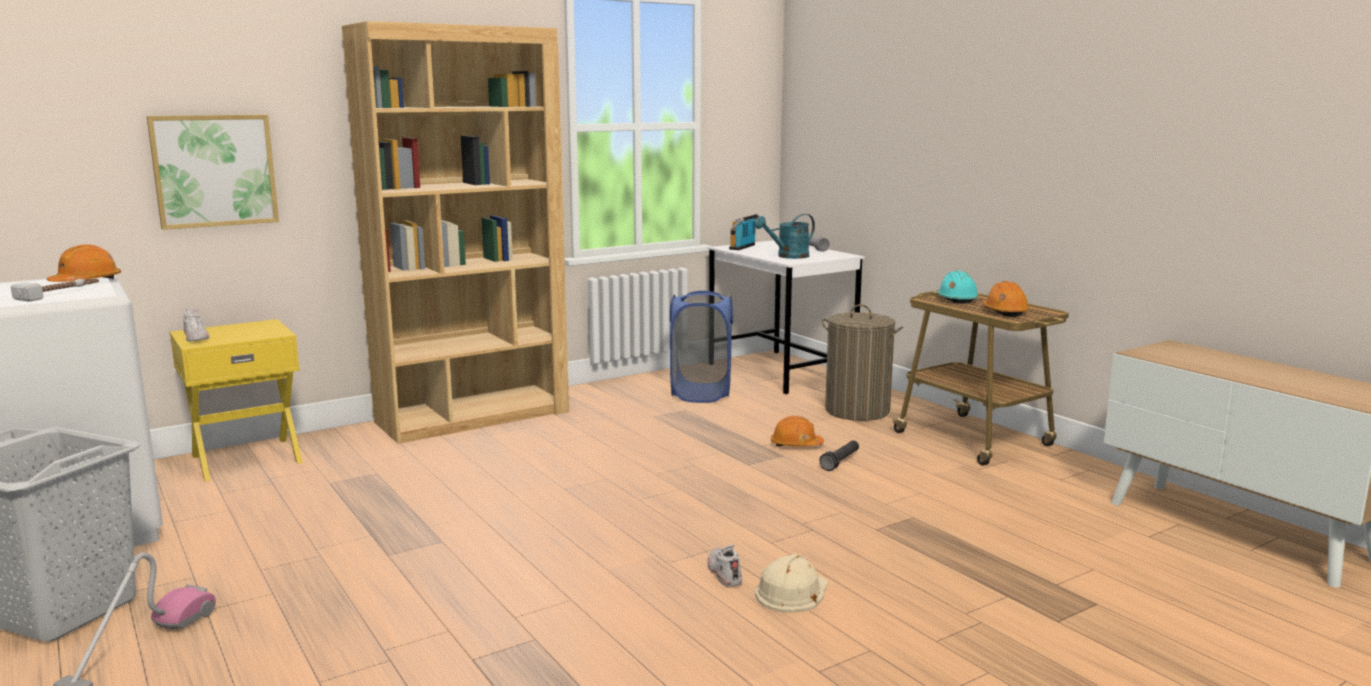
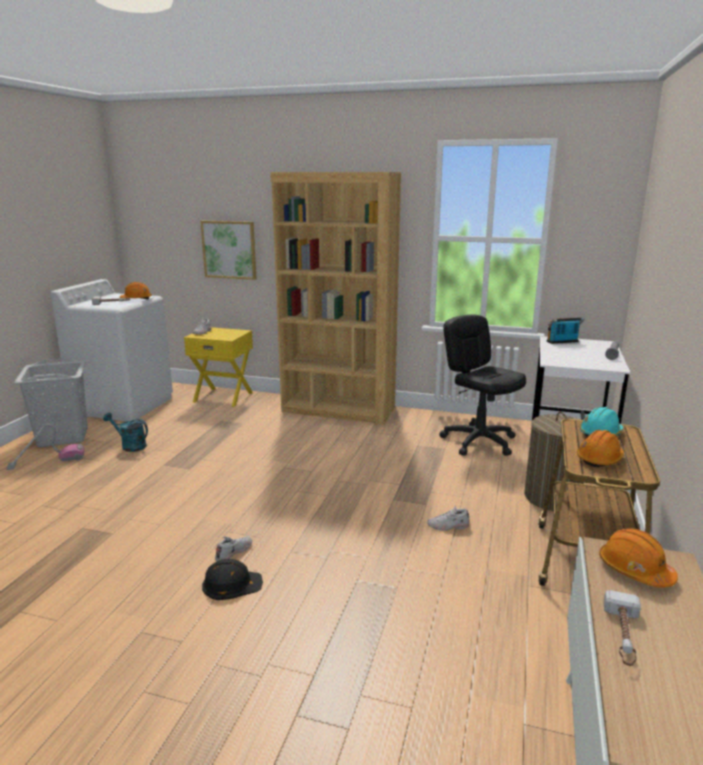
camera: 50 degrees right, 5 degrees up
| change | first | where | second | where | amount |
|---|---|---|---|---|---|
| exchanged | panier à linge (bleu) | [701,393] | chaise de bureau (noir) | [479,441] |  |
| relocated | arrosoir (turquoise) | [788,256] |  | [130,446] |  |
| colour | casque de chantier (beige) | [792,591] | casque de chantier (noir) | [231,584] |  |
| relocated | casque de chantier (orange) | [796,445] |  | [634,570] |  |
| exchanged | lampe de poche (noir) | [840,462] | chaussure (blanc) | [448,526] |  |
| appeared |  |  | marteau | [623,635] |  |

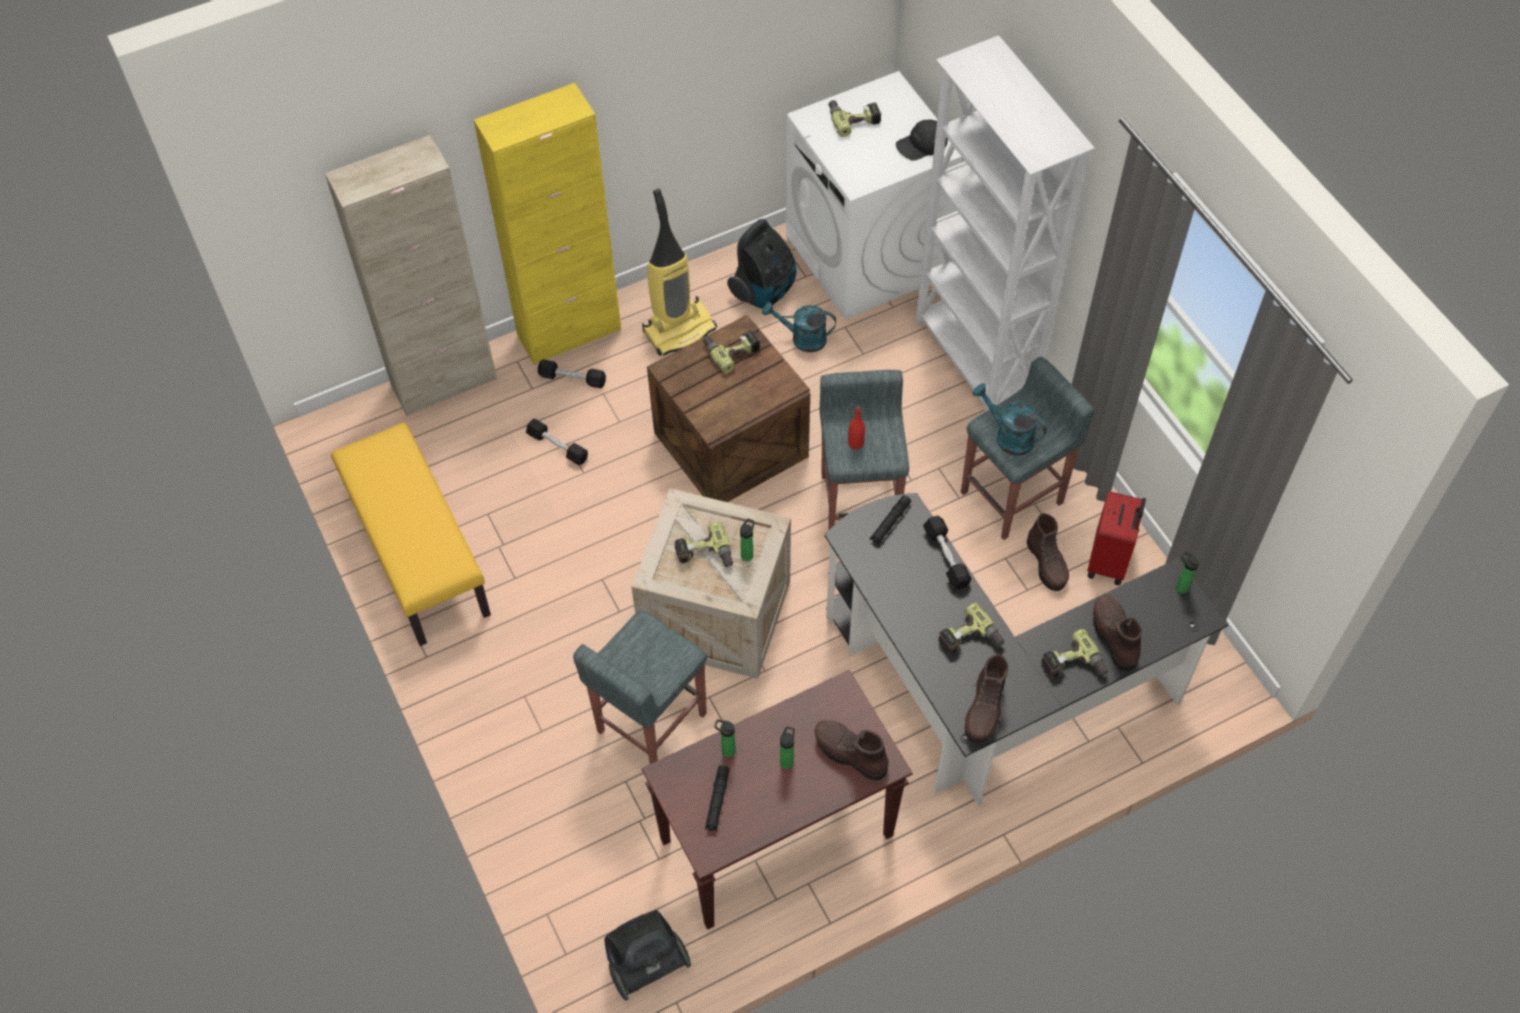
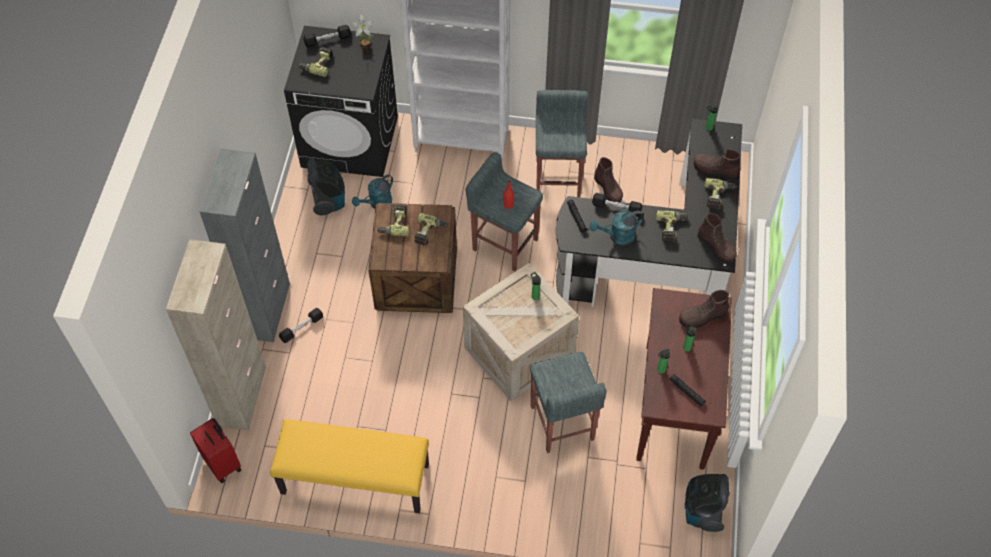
camera: 55 degrees left, 0 degrees up
| change | first | where | second | where | amount |
|---|---|---|---|---|---|
| colour | meuble de rangement (jaune) | [569,332] | meuble de rangement (gris) | [267,310] |  |
| relocated | haltère (noir) | [557,446] |  | [327,40] |  |
| missing | aspirateur | [679,329] |  |  |  |
| relocated | perceuse | [704,555] |  | [430,233] |  |
| colour | lave-linge (blanc) | [866,257] | lave-linge (noir) | [350,141] |  |
| exchanged | casquette (noir) | [921,144] | plante en pot | [364,47] |  |
| relocated | arrosoir (turquoise) | [1008,436] |  | [617,236] |  |
| spun | botte (marron) | [1046,564] |  | [608,189] | 45 degrees clockwise |
| relocated | valise (rouge) | [1109,561] |  | [223,463] |  |

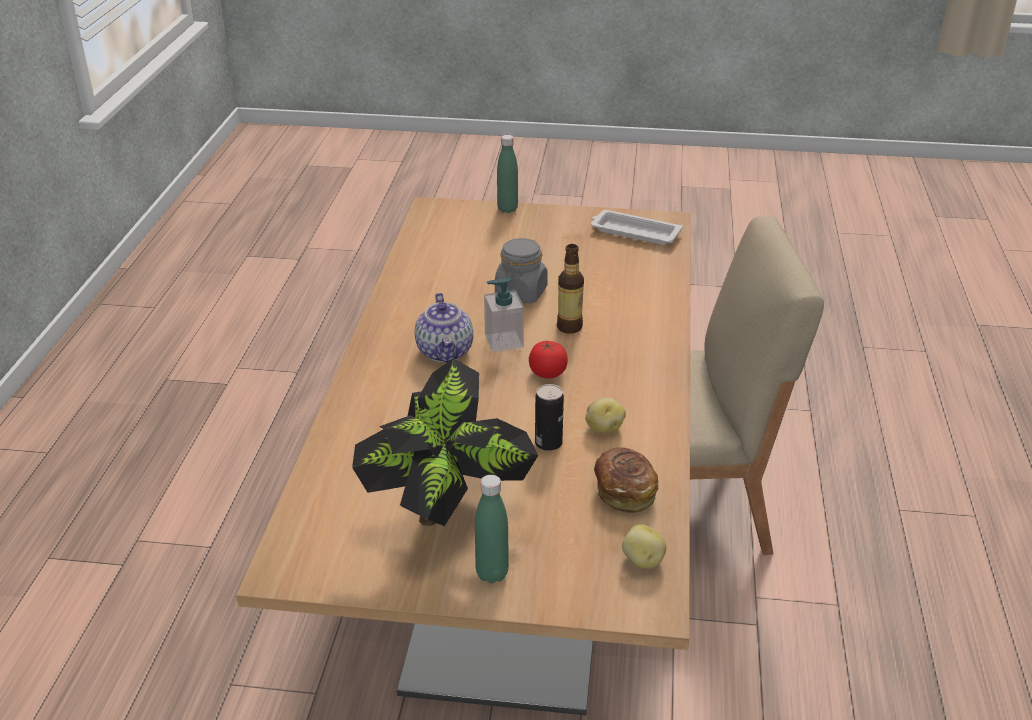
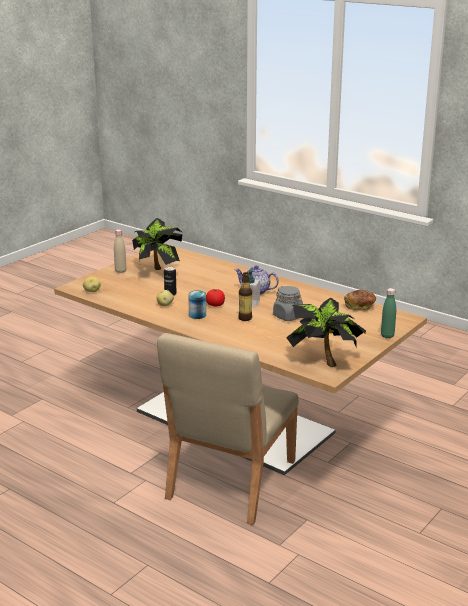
camera: 120 degrees right, 10 degrees down
| change | first | where | second | where | amount |
|---|---|---|---|---|---|
| colour | bouteille (vert) | [492,573] | bouteille (beige) | [120,271] |  |
| exchanged | plateau (blanc) | [634,232] | plante en pot | [324,361] |  |
| relocated | pain | [624,492] |  | [360,307] |  |
| appeared |  |  | boîte métallique | [197,315] |  |

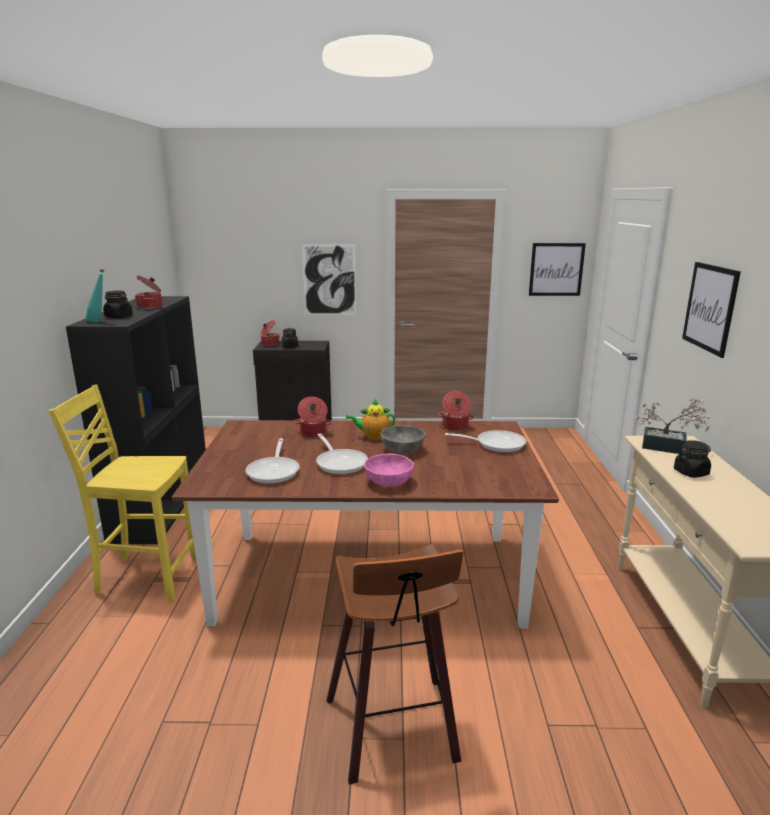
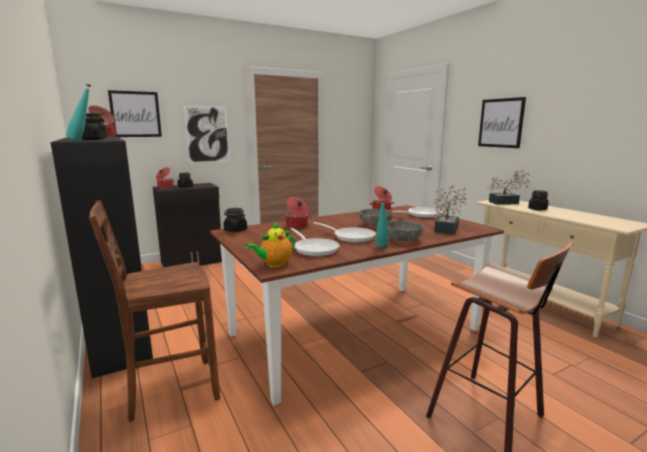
camera: 30 degrees left, 5 degrees down
| change | first | where | second | where | amount |
|---|---|---|---|---|---|
| colour | chaise (jaune) | [146,577] | chaise (marron) | [169,390] |  |
| relocated | théière | [373,436] |  | [274,264] |  |
| colour | bol (rose) | [388,482] | bol (gris) | [403,240] |  |
| relocated | tableau | [556,269] |  | [135,114] |  |
| appeared |  |  | bocal (noir) | [235,230] |  |
| appeared |  |  | bouteille (turquoise) | [381,247] |  |
| appeared |  |  | plante en pot | [447,228] |  |

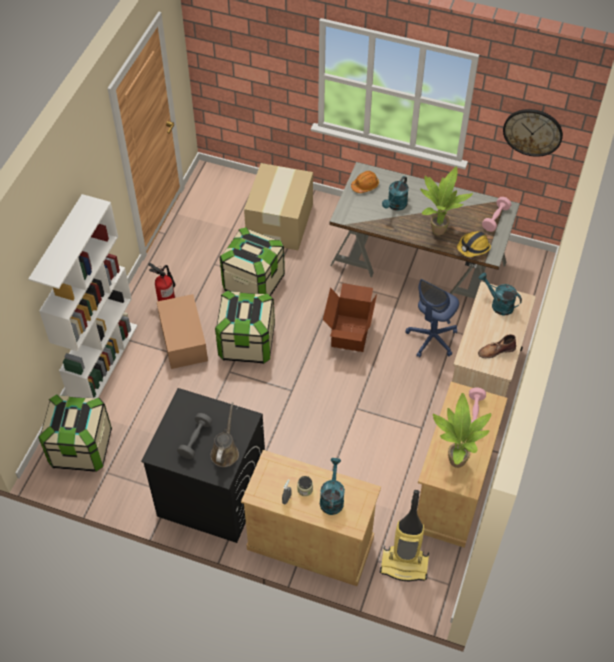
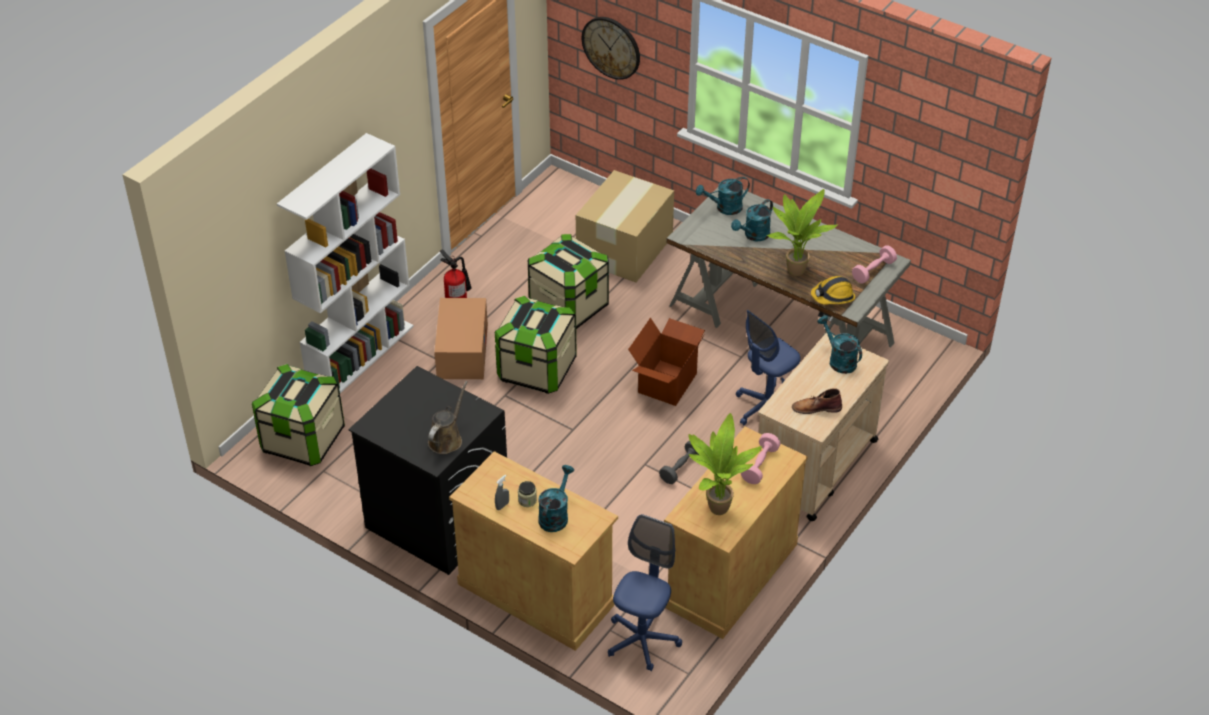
camera: 15 degrees right, 10 degrees down
| change | first | where | second | where | amount |
|---|---|---|---|---|---|
| relocated | haltère (gris) | [195,440] |  | [680,468] |  |
| exchanged | casque de chantier (orange) | [365,185] | arrosoir (turquoise) | [724,208] |  |
| exchanged | aspirateur | [405,564] | chaise de bureau (bleu) | [642,640] |  |
| relocated | horloge murale | [532,132] |  | [611,47] |  |

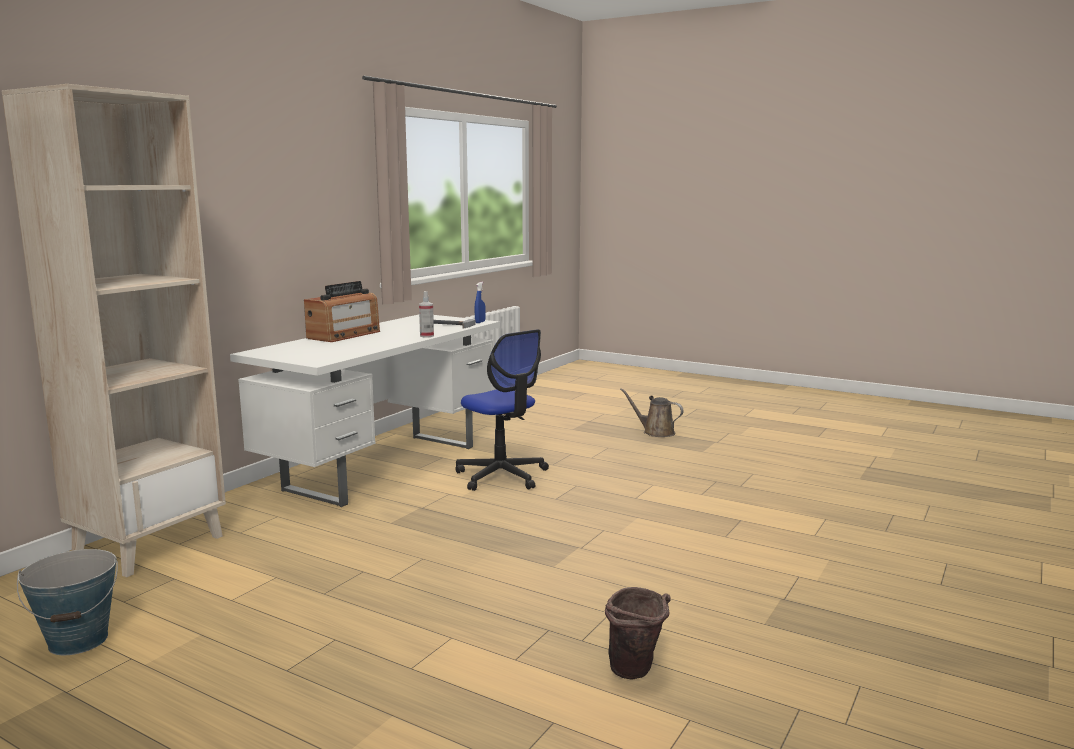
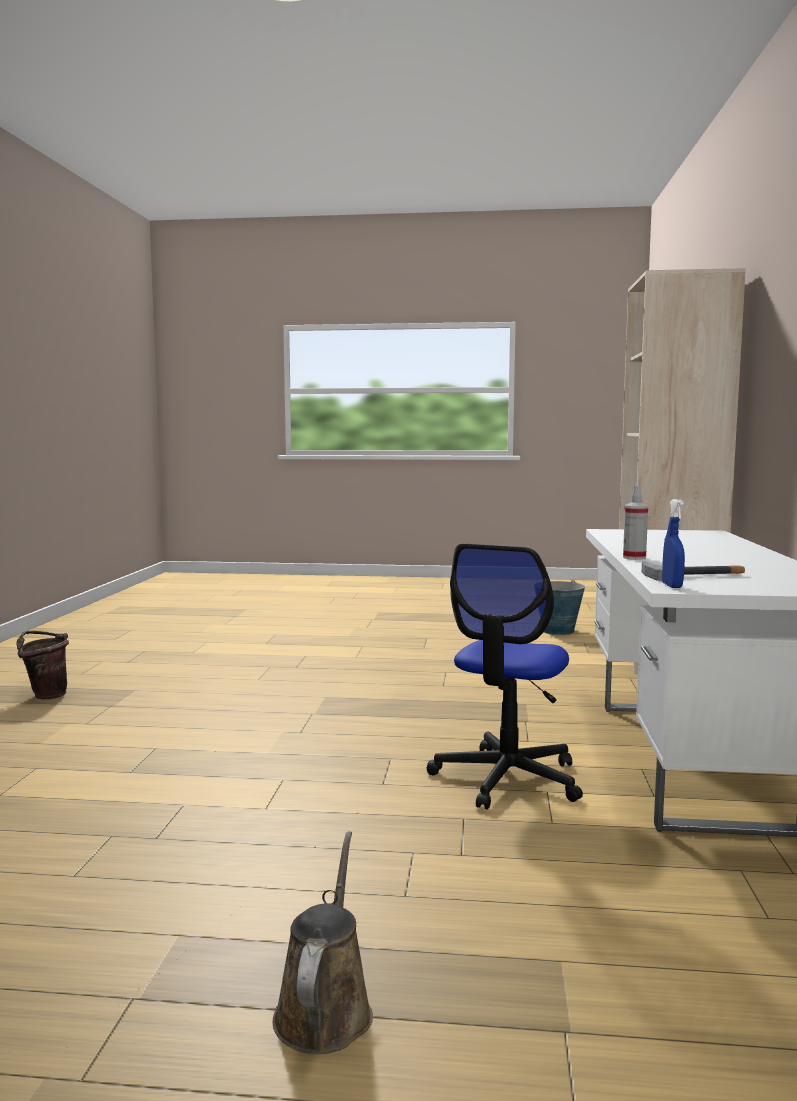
camera: 155 degrees right, 5 degrees down
| change | first | where | second | where | amount |
|---|---|---|---|---|---|
| missing | radio | [344,335] |  |  |  |
| spun | chaise de bureau | [502,476] |  | [507,778] | 90 degrees counterclockwise |
| relocated | seau (marron) | [636,673] |  | [45,695] |  |
| spun | arrosoir (marron) | [655,432] |  | [325,1009] | 90 degrees counterclockwise |

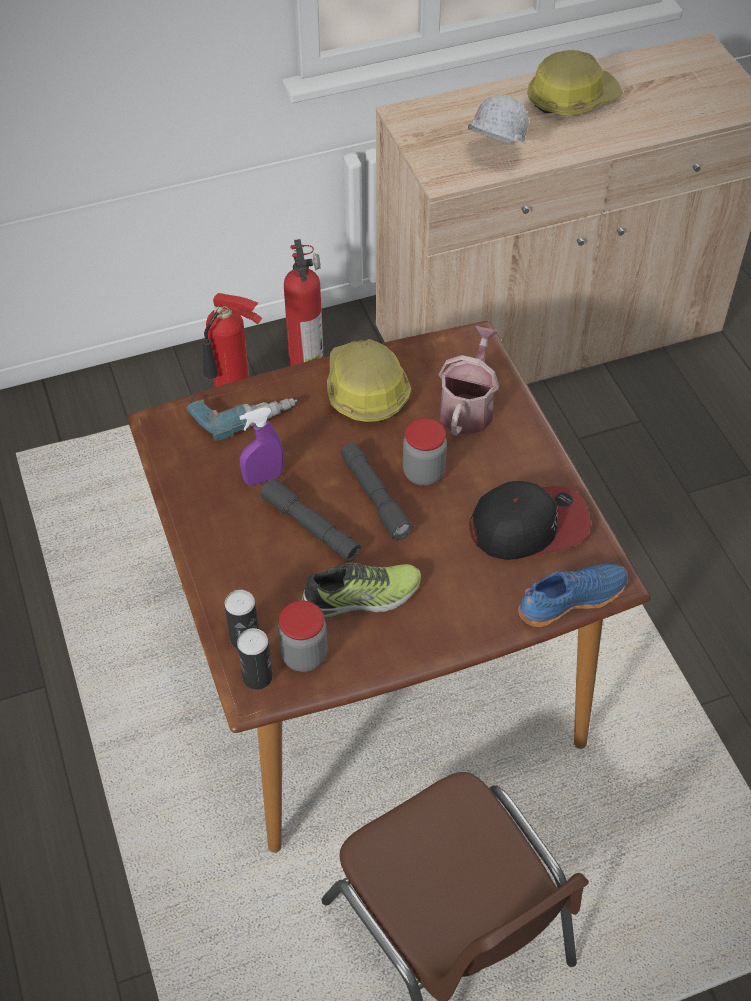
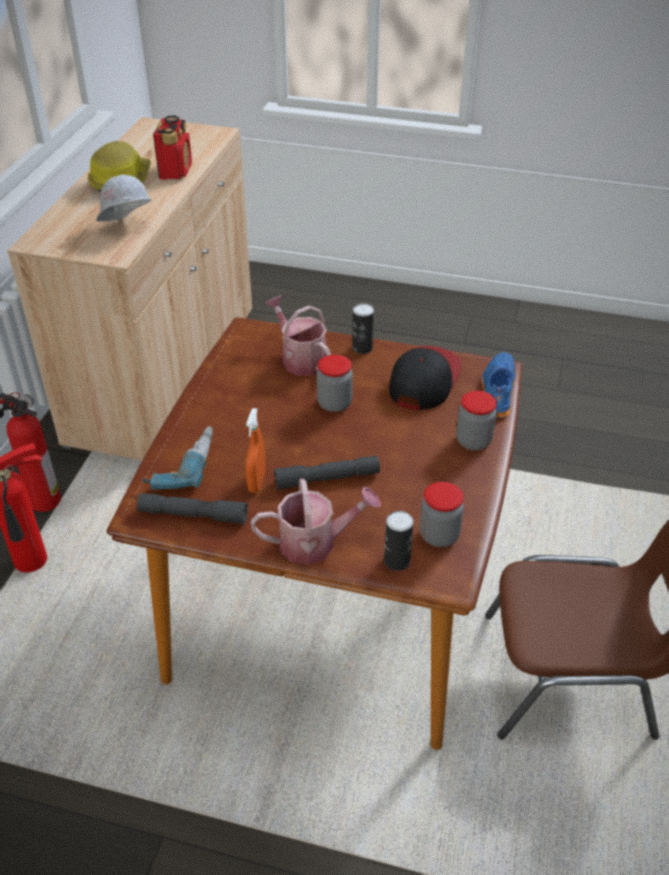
camera: 55 degrees left, 10 degrees down
| change | first | where | second | where | amount |
|---|---|---|---|---|---|
| relocated | boîte métallique | [257,677] |  | [362,348] |  |
| colour | vaporisateur (violet) | [263,478] | vaporisateur (orange) | [257,482] |  |
| missing | chaussure | [362,597] |  |  |  |
| missing | casque de chantier | [365,389] |  |  |  |
| relocated | lampe de poche (gris) | [375,497] |  | [193,515] |  |
| appeared |  |  | radio | [175,171] |  |
| appeared |  |  | arrosoir | [315,542] |  |
| appeared |  |  | bocal | [473,441] |  |

